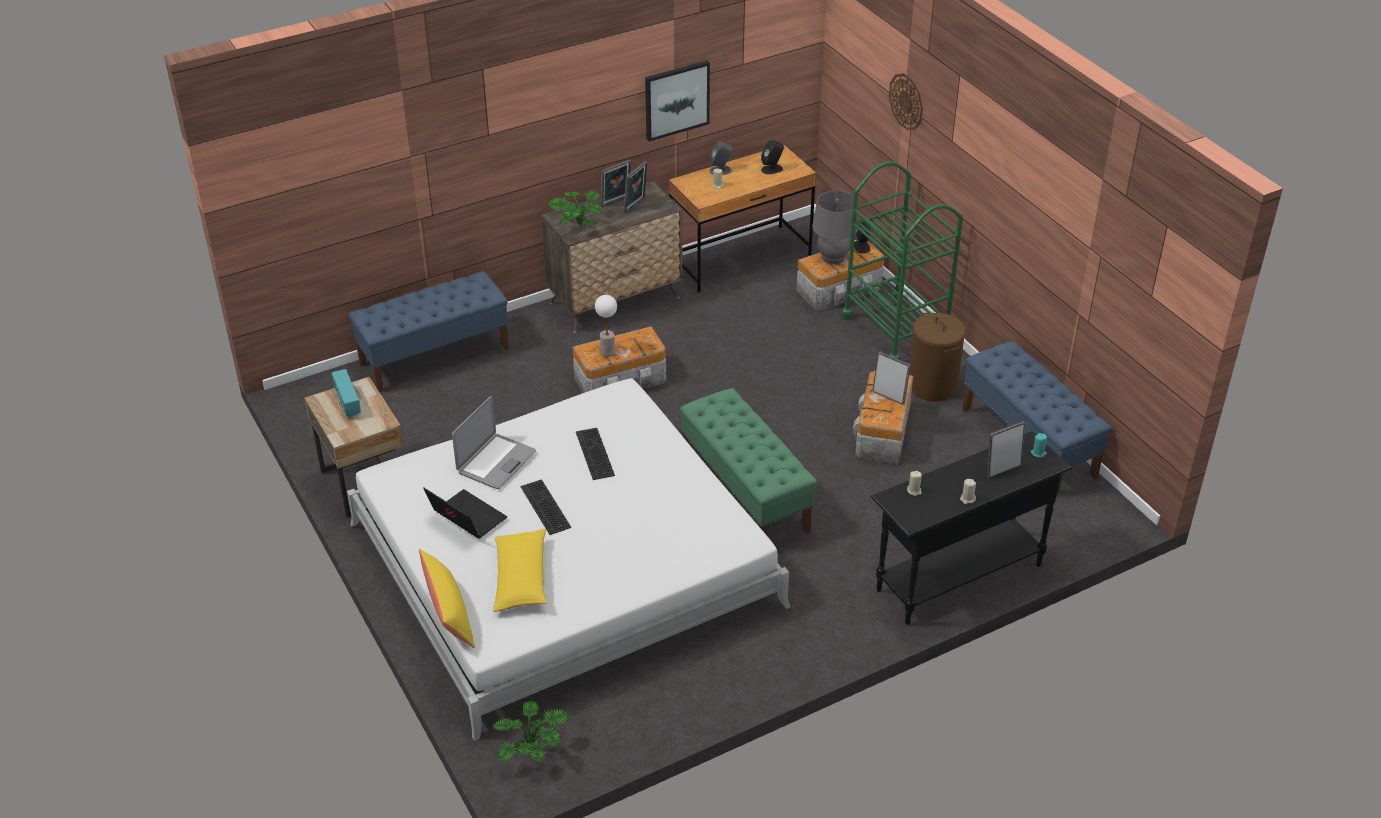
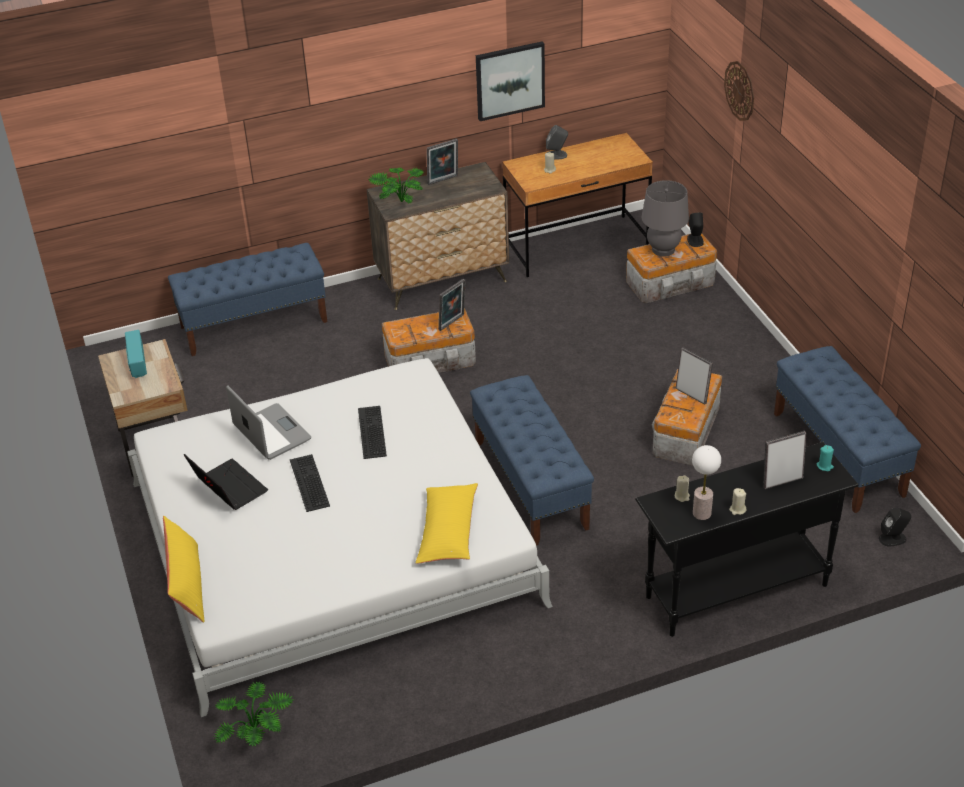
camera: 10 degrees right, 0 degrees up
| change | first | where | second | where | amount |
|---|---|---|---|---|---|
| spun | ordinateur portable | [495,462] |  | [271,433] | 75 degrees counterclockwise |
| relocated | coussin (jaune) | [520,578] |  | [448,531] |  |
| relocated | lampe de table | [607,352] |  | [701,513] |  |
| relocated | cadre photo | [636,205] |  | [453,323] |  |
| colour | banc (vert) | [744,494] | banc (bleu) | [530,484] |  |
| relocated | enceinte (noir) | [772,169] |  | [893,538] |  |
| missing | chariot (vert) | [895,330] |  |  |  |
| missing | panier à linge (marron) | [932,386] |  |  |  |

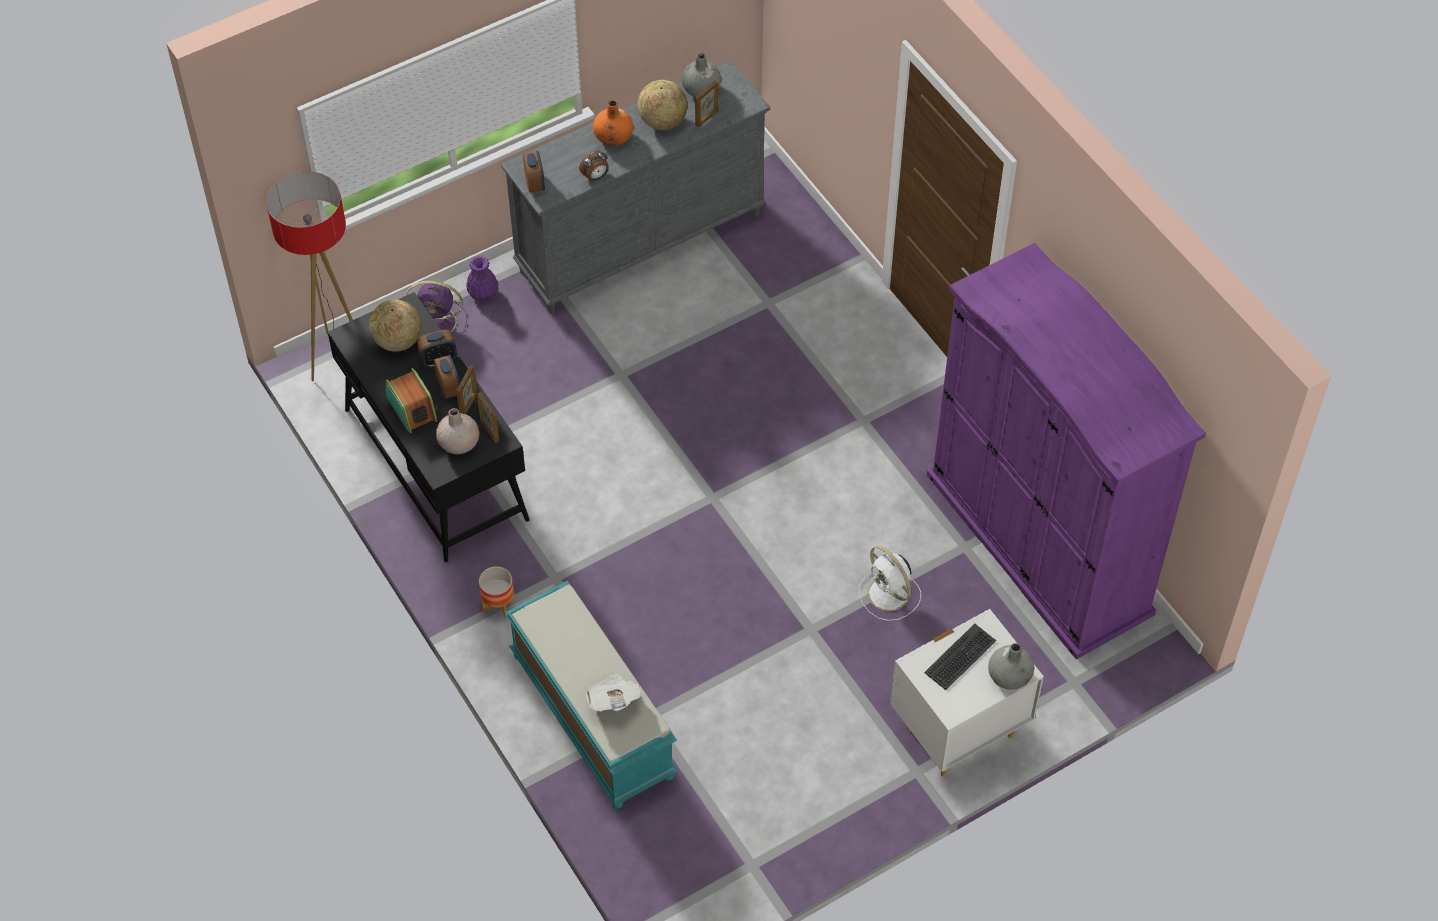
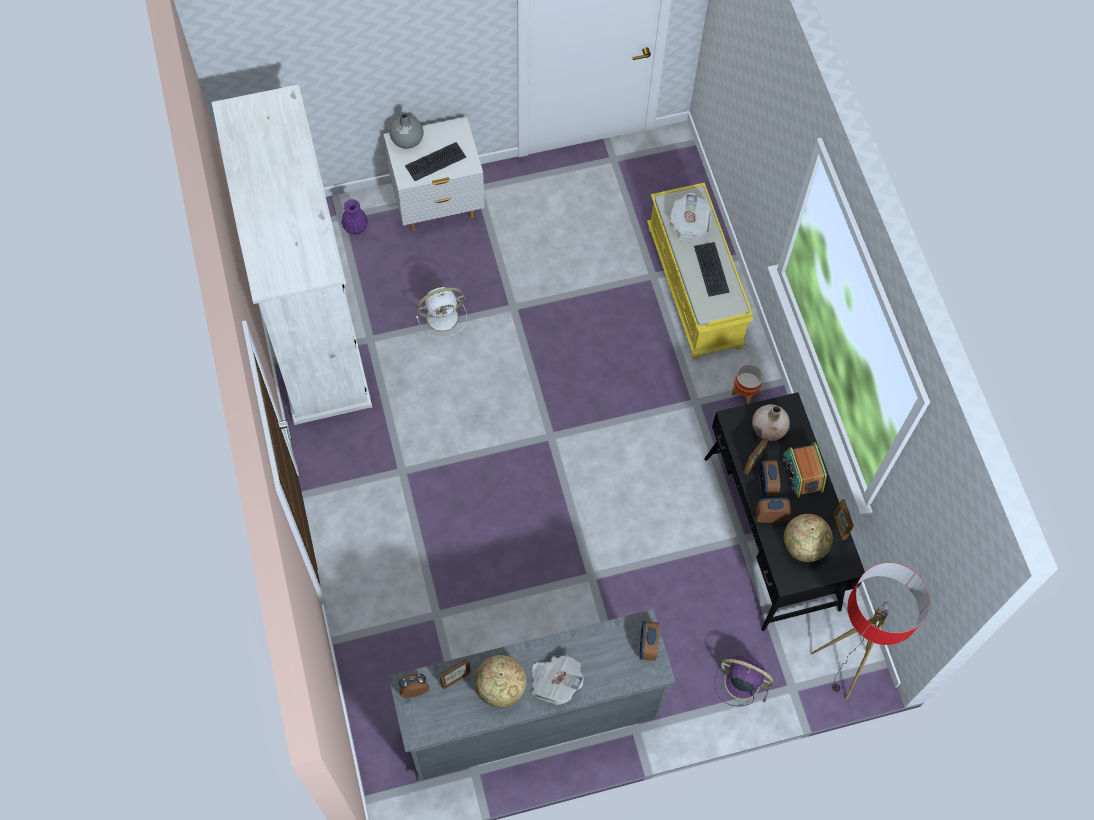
camera: 165 degrees left, 10 degrees up
| change | first | where | second | where | amount |
|---|---|---|---|---|---|
| relocated | vase (violet) | [483,293] |  | [355,227] |  |
| relocated | cadre photo | [490,430] |  | [839,526] |  |
| colour | banc (turquoise) | [590,715] | banc (jaune) | [695,288] |  |
| relocated | réveil | [595,177] |  | [414,688] |  |
| exchanged | vase (orange) | [614,137] | journal | [555,682] |  |
| missing | vase (gris) | [701,90] |  |  |  |
| spun | ventilateur (blanc) | [889,595] |  | [444,317] | 90 degrees clockwise |
| colour | armoire (violet) | [1039,543] | armoire (blanc) | [312,326] |  |
| appeared |  |  | clavier | [710,269] |  |

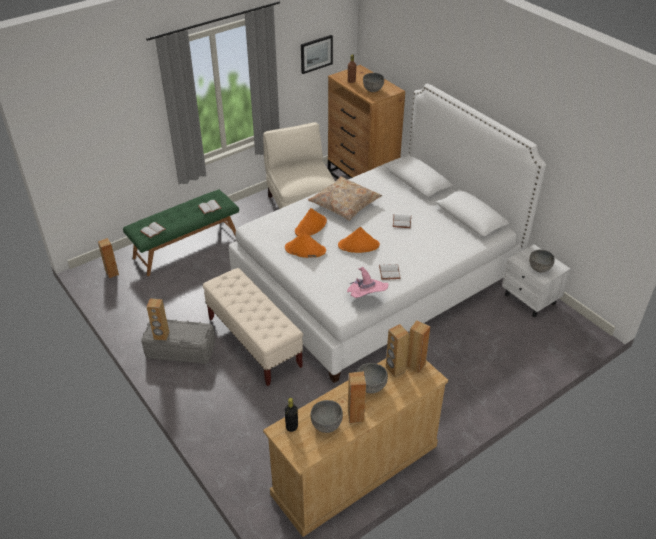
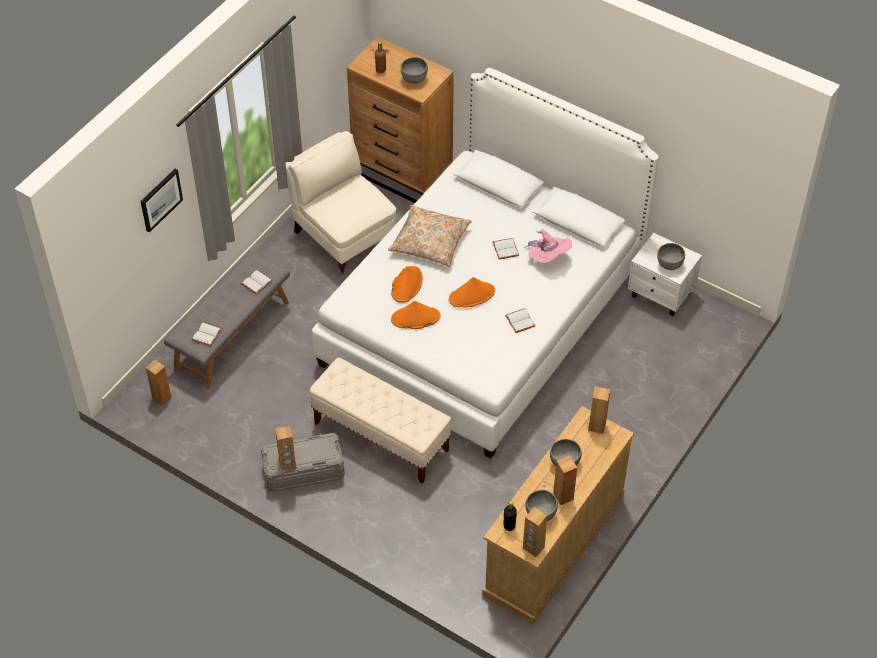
camera: 20 degrees left, 10 degrees up
| change | first | where | second | where | amount |
|---|---|---|---|---|---|
| colour | banc (vert) | [186,246] | banc (gris) | [231,335] |  |
| relocated | tableau | [316,54] |  | [160,199] |  |
| relocated | chapeau (rose) | [366,297] |  | [548,258] |  |
| relocated | enceinte (marron) | [395,369] |  | [533,548] |  |

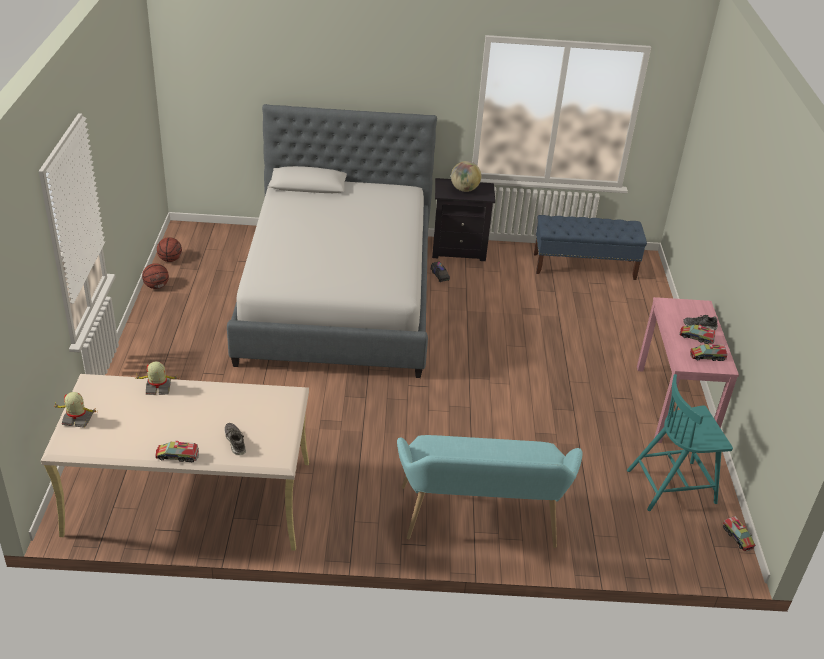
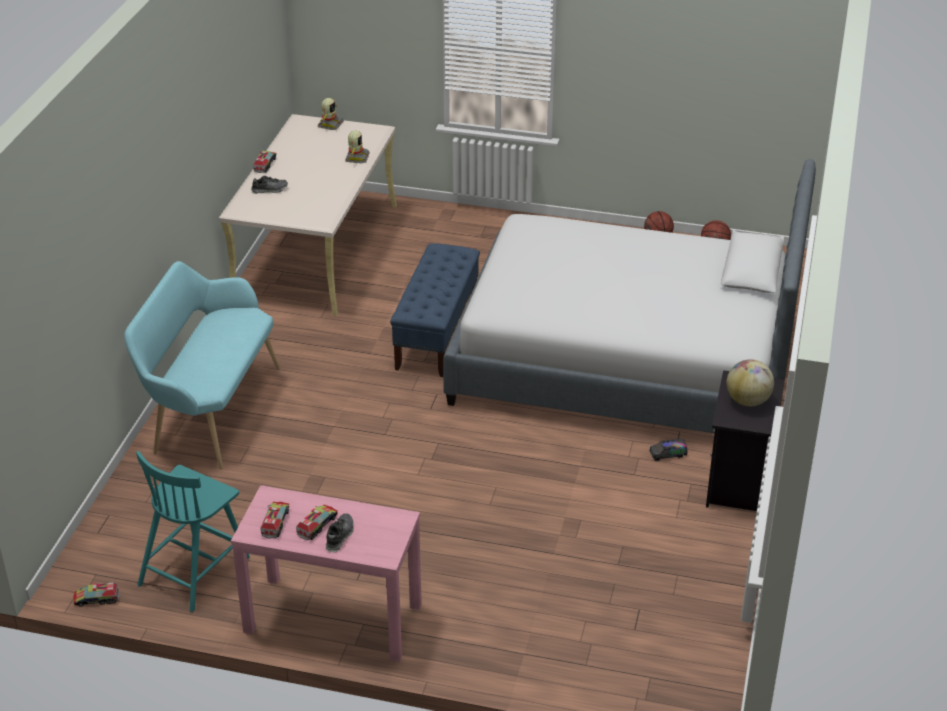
camera: 105 degrees right, 0 degrees up
| change | first | where | second | where | amount |
|---|---|---|---|---|---|
| relocated | banc (bleu) | [584,266] |  | [437,334] |  |
| spun | chaise (turquoise) | [672,486] |  | [195,569] | 150 degrees counterclockwise |

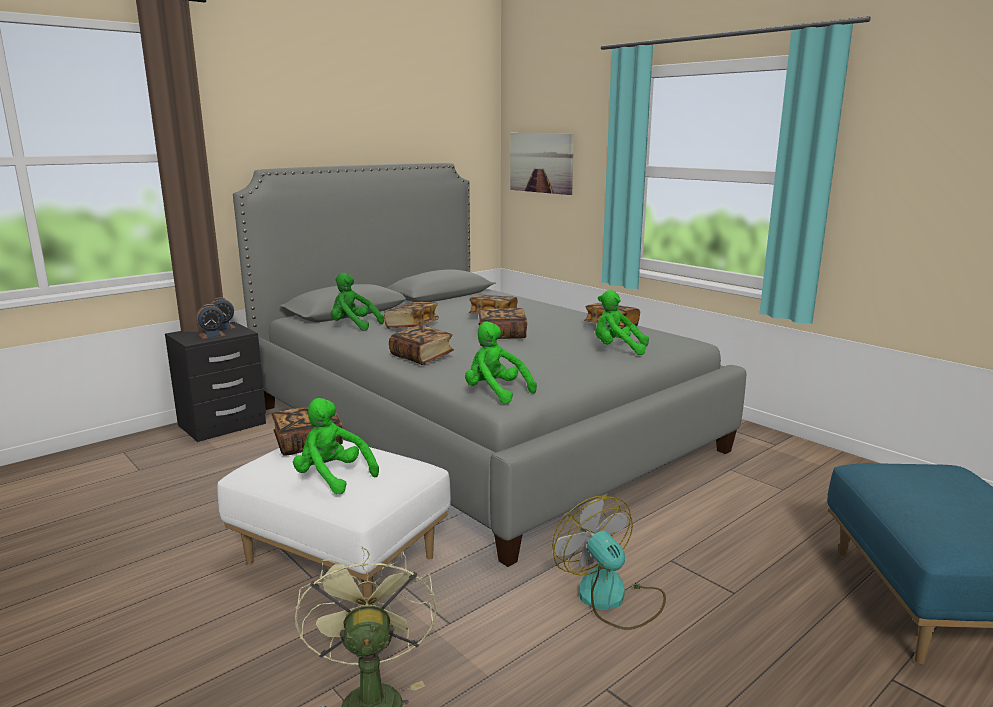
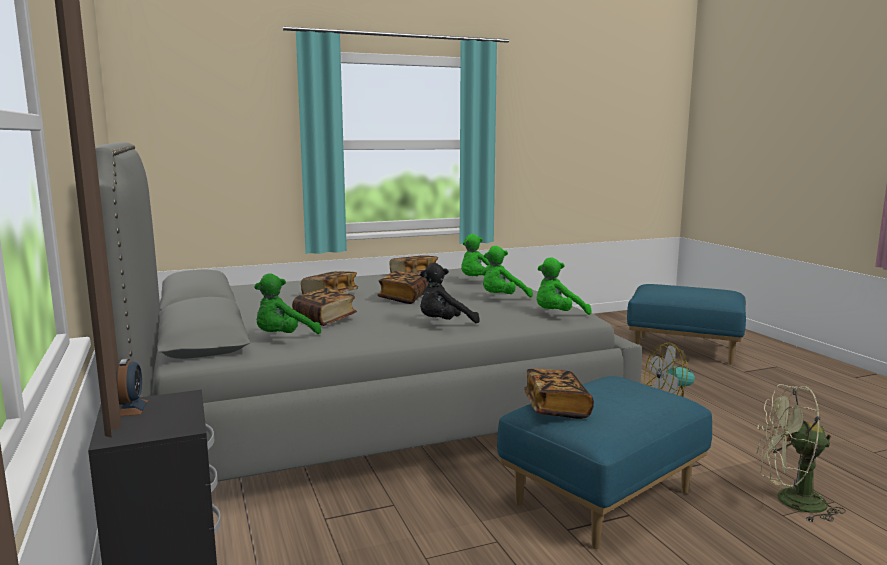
camera: 70 degrees left, 5 degrees down
| change | first | where | second | where | amount |
|---|---|---|---|---|---|
| missing | réveil | [212,335] |  |  |  |
| colour | pouf (blanc) | [342,560] | pouf (bleu) | [602,497] |  |
| relocated | peluche (vert) | [332,477] |  | [502,299] |  |
| exchanged | livre | [421,357] | peluche (noir) | [444,324] |  |
| missing | tableau | [541,162] |  |  |  |

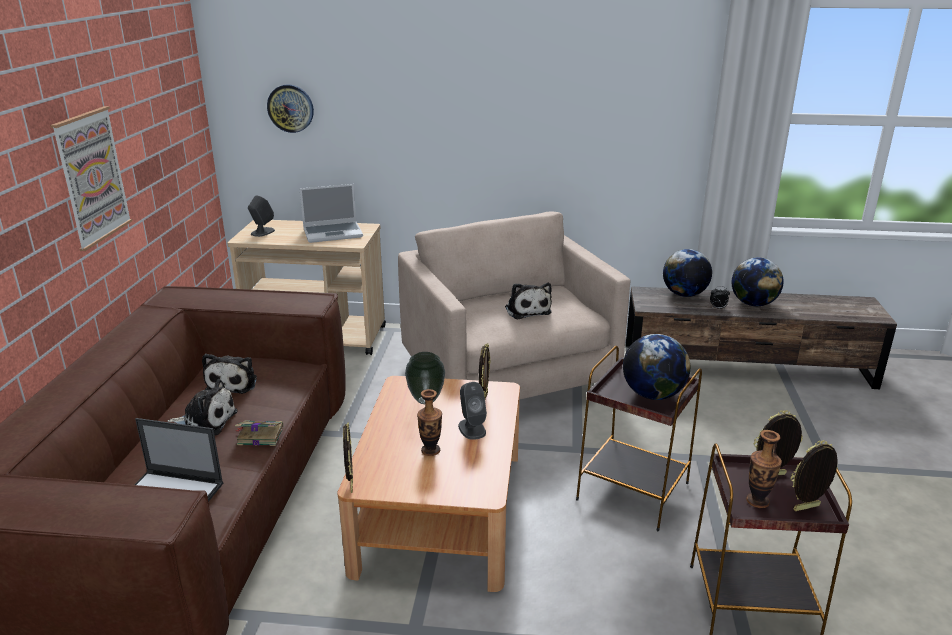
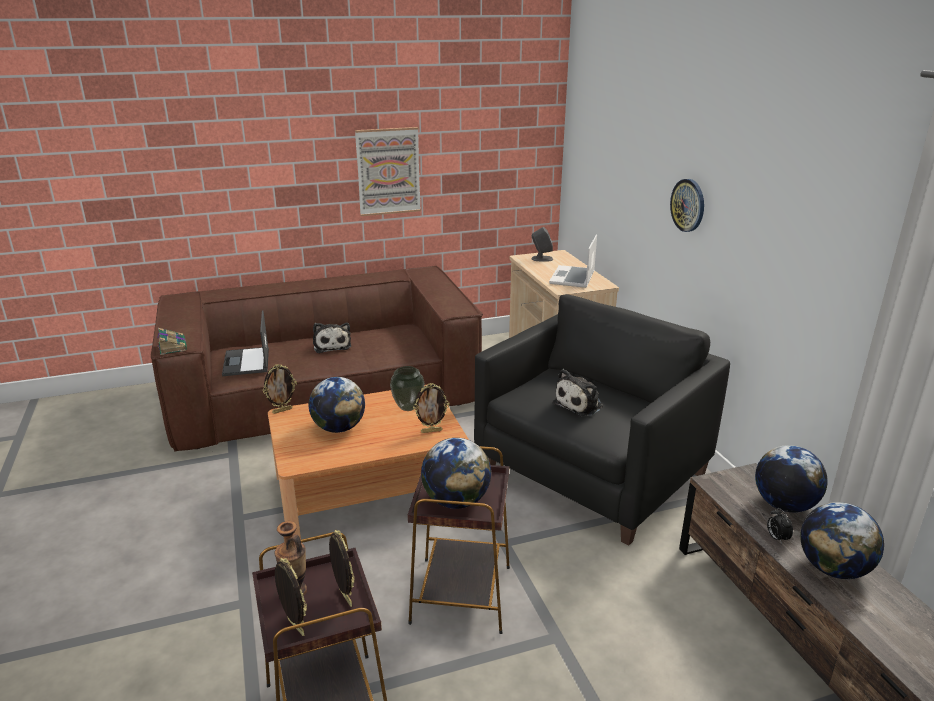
camera: 65 degrees right, 0 degrees up
| change | first | where | second | where | amount |
|---|---|---|---|---|---|
| missing | peluche | [233,383] |  |  |  |
| relocated | livre | [259,436] |  | [172,346] |  |
| relocated | horloge murale | [290,108] |  | [688,205] |  |
| spun | ordinateur portable | [333,233] |  | [573,278] | 60 degrees clockwise |
| colour | fauteuil (beige) | [508,377] | fauteuil (noir) | [591,471] |  |
| exchanged | vase | [430,450] | globe | [339,428] |  |
| missing | enceinte (gris) | [471,428] |  |  |  |

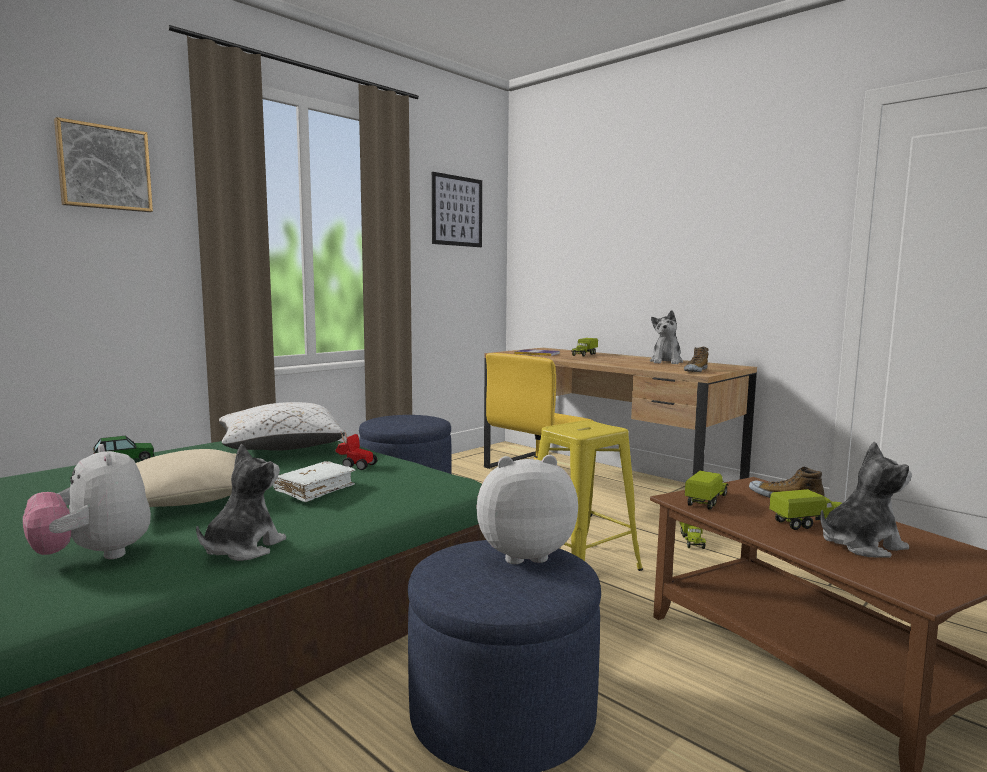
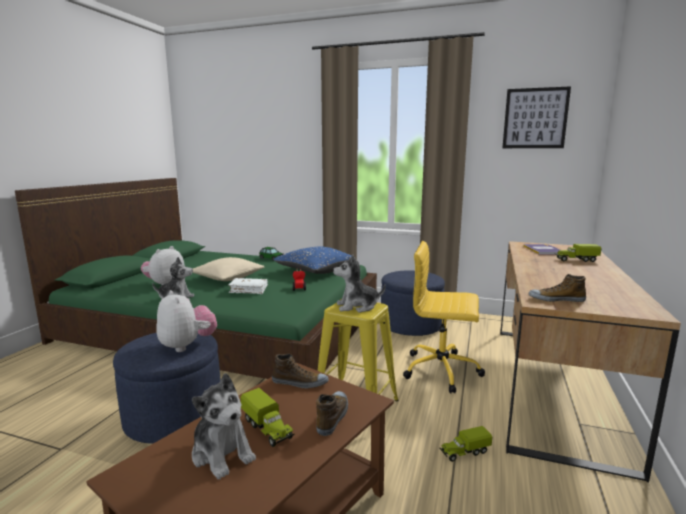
camera: 65 degrees right, 5 degrees up
| change | first | where | second | where | amount |
|---|---|---|---|---|---|
| missing | tableau | [104,168] |  |  |  |
| colour | coussin (blanc) | [280,449] | coussin (bleu) | [315,271] |  |
| relocated | peluche | [666,362] |  | [357,306] |  |
| exchanged | camion jouet | [707,500] | chaussure | [299,383] |  |

